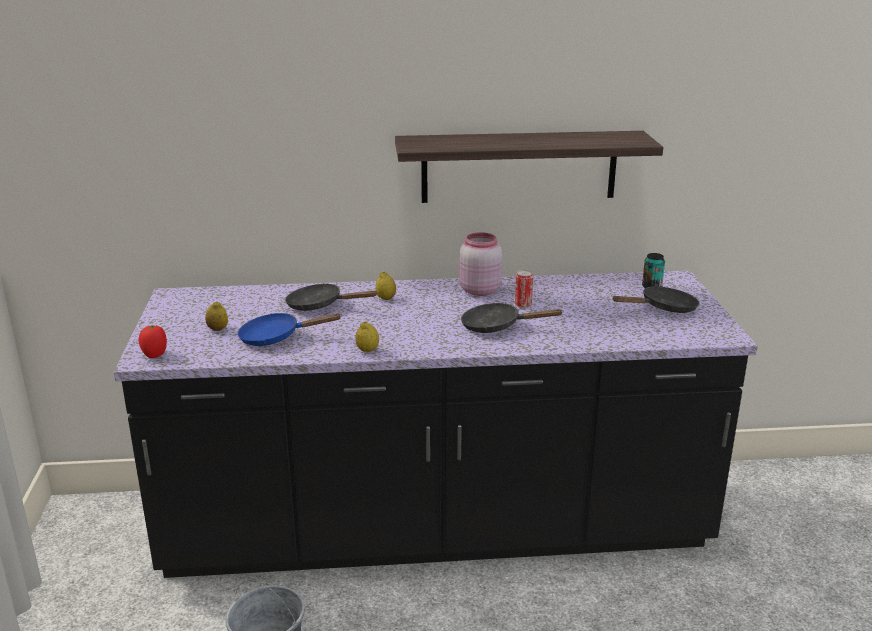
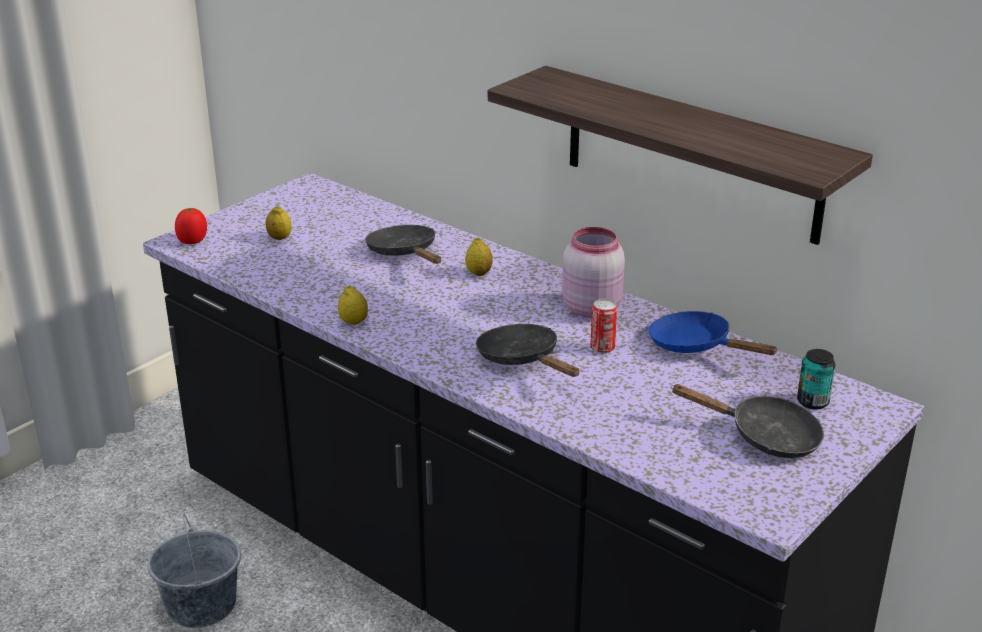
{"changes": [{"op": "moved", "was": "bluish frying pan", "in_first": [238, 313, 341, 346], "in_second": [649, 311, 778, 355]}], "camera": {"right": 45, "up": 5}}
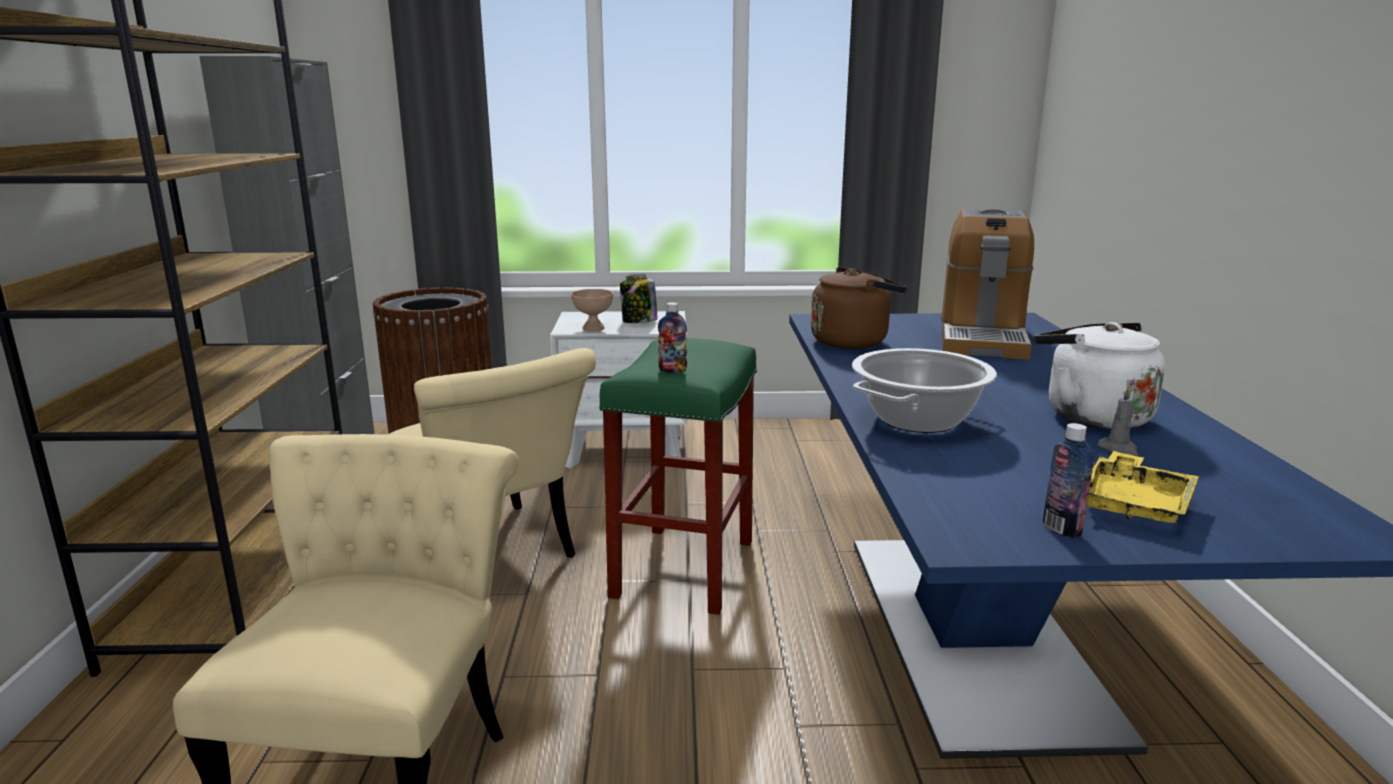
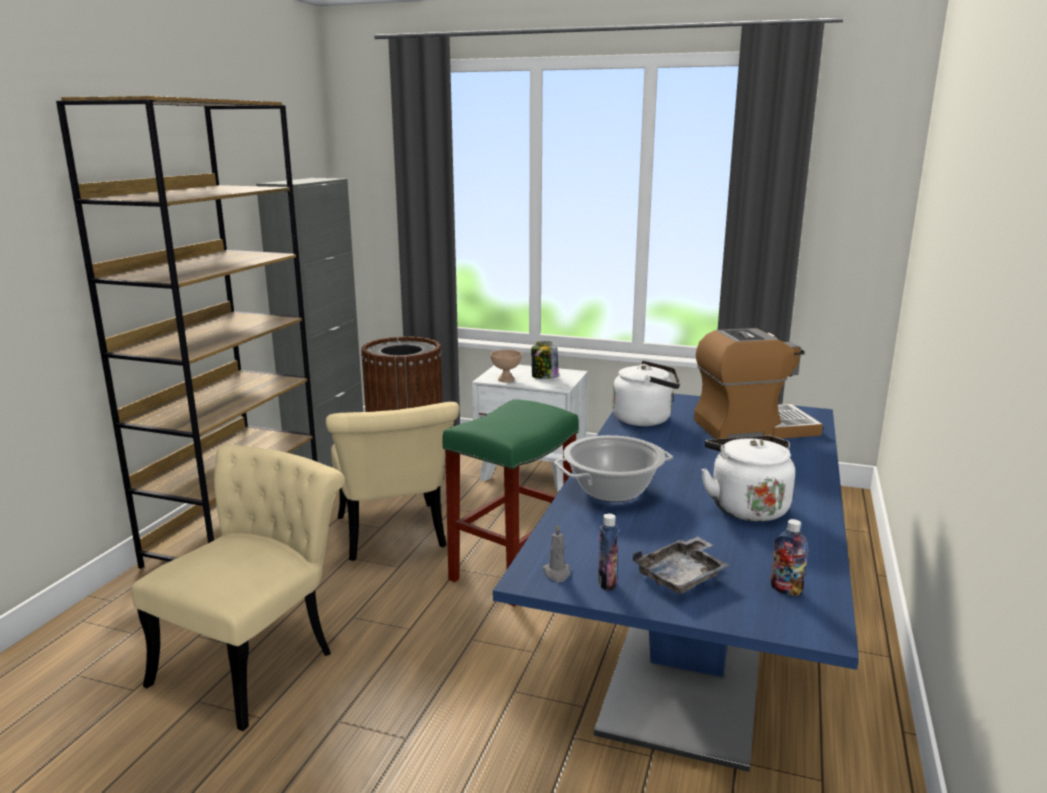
{"changes": [{"op": "moved", "was": "bottle", "in_first": [658, 302, 687, 373], "in_second": [771, 519, 808, 596]}, {"op": "recoloured", "was": "brown-coloured kettle", "now": "whitish kettle", "in_first": [811, 267, 907, 349], "in_second": [612, 361, 680, 426]}, {"op": "turned", "was": "coffee machine", "in_first": [941, 209, 1034, 360], "in_second": [694, 328, 823, 439], "clockwise": -135}, {"op": "recoloured", "was": "yellowish tray", "now": "grey tray", "in_first": [1087, 451, 1199, 523], "in_second": [633, 537, 730, 594]}, {"op": "moved", "was": "grey wax light", "in_first": [1098, 386, 1139, 457], "in_second": [543, 524, 571, 582]}], "camera": {"right": 20, "up": 0}}
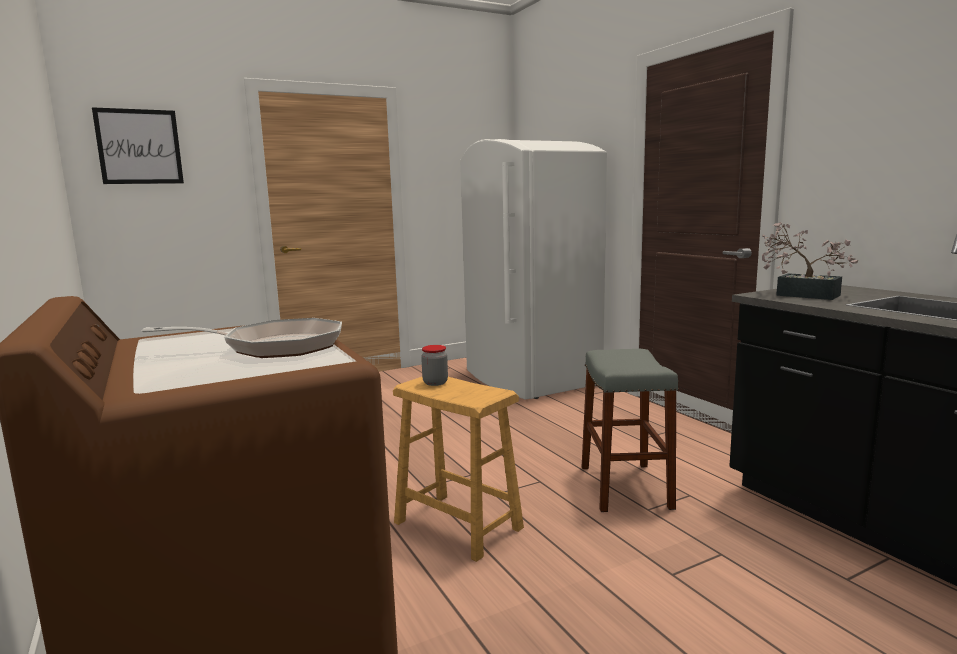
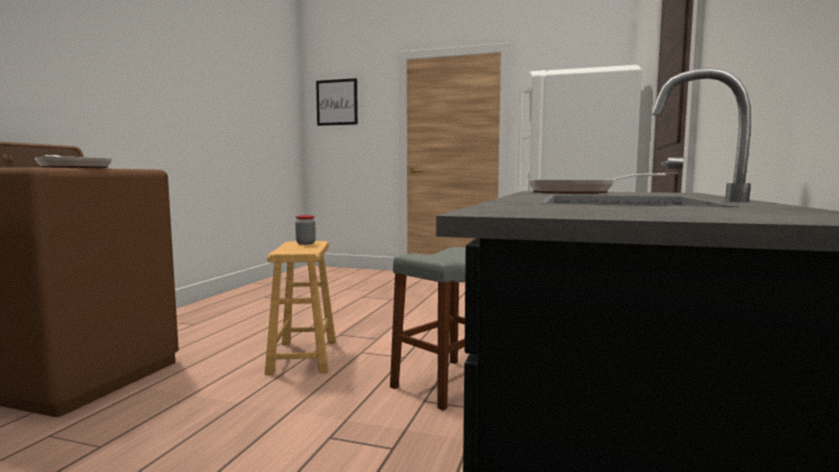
{"changes": [{"op": "replaced", "was": "houseplant", "now": "frying pan", "in_first": [762, 222, 858, 300], "in_second": [527, 173, 666, 194]}], "camera": {"right": 45, "up": -5}}
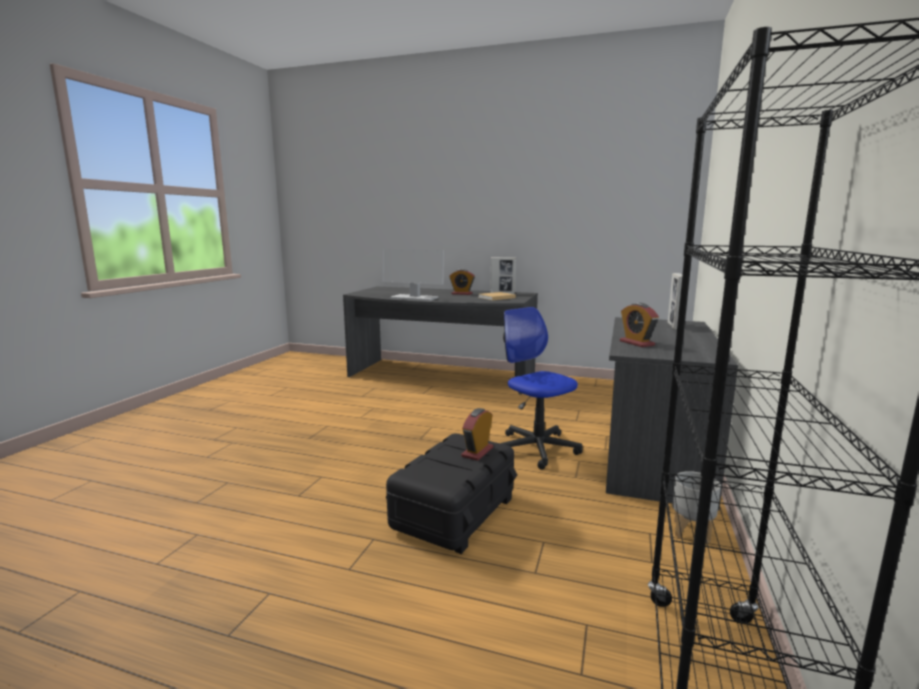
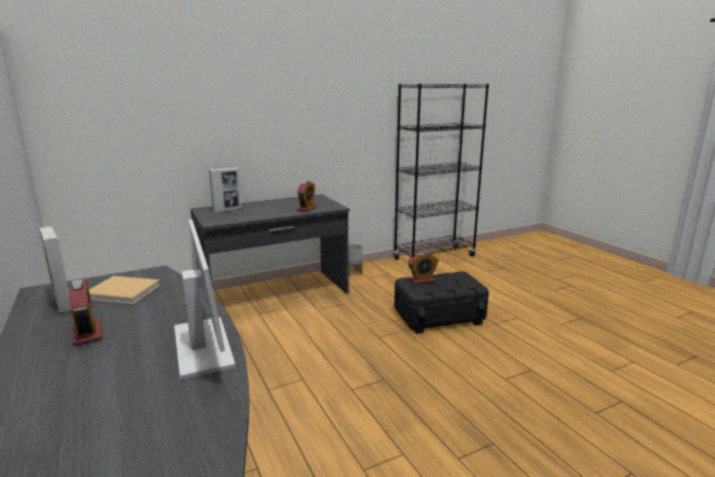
{"changes": [{"op": "removed", "was": "office chair", "in_first": [500, 307, 583, 469]}], "camera": {"right": -135, "up": 5}}
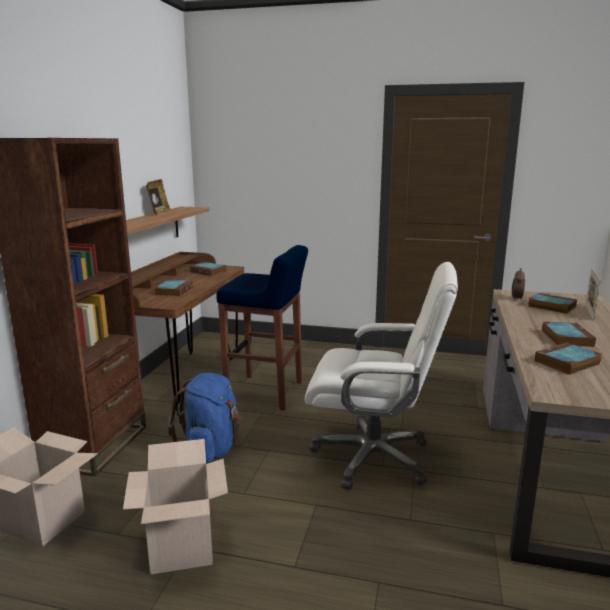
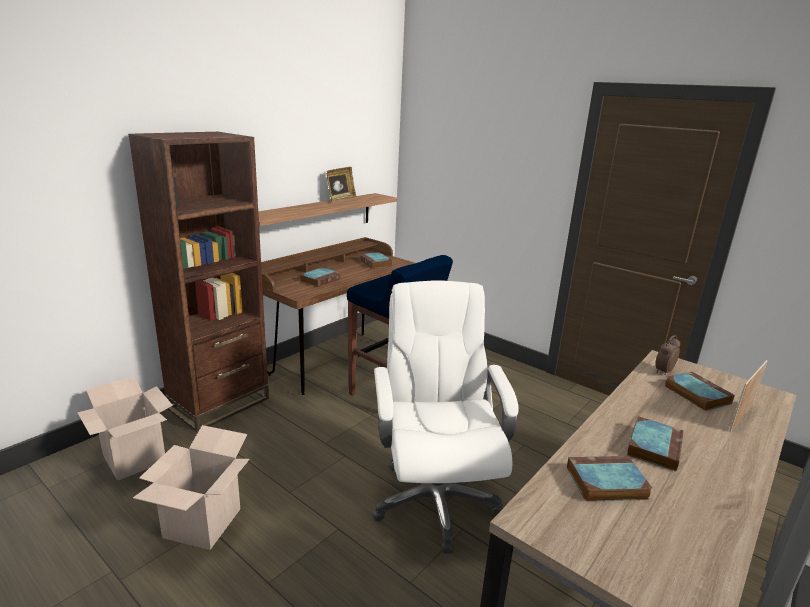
{"changes": [{"op": "removed", "was": "bluish backpack", "in_first": [168, 373, 243, 463]}, {"op": "turned", "was": "whitish office chair", "in_first": [305, 262, 458, 490], "in_second": [372, 280, 519, 554], "clockwise": -135}], "camera": {"right": 25, "up": 5}}
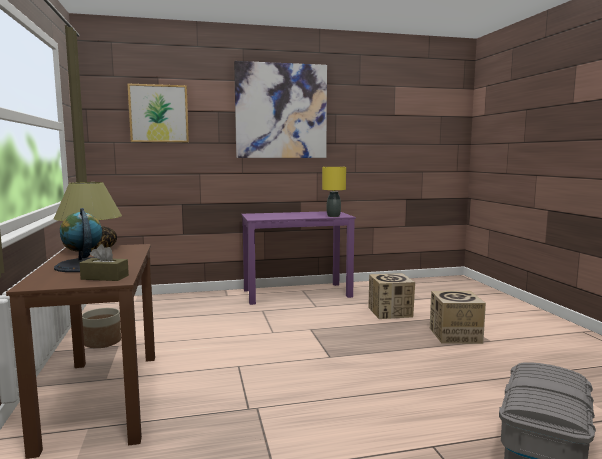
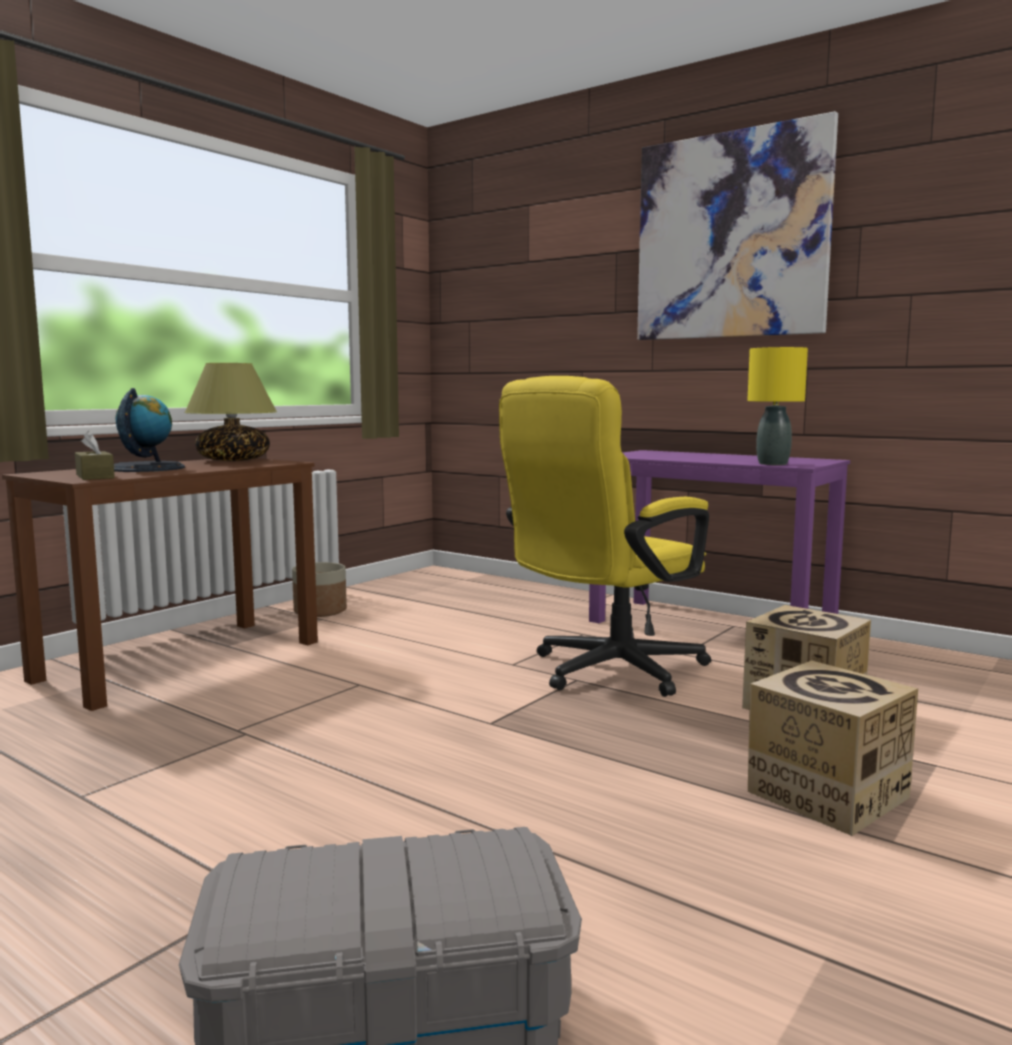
{"changes": [{"op": "removed", "was": "picture", "in_first": [127, 83, 189, 143]}, {"op": "added", "now": "yellowish office chair", "in_second": [499, 376, 711, 697]}], "camera": {"right": 50, "up": 0}}
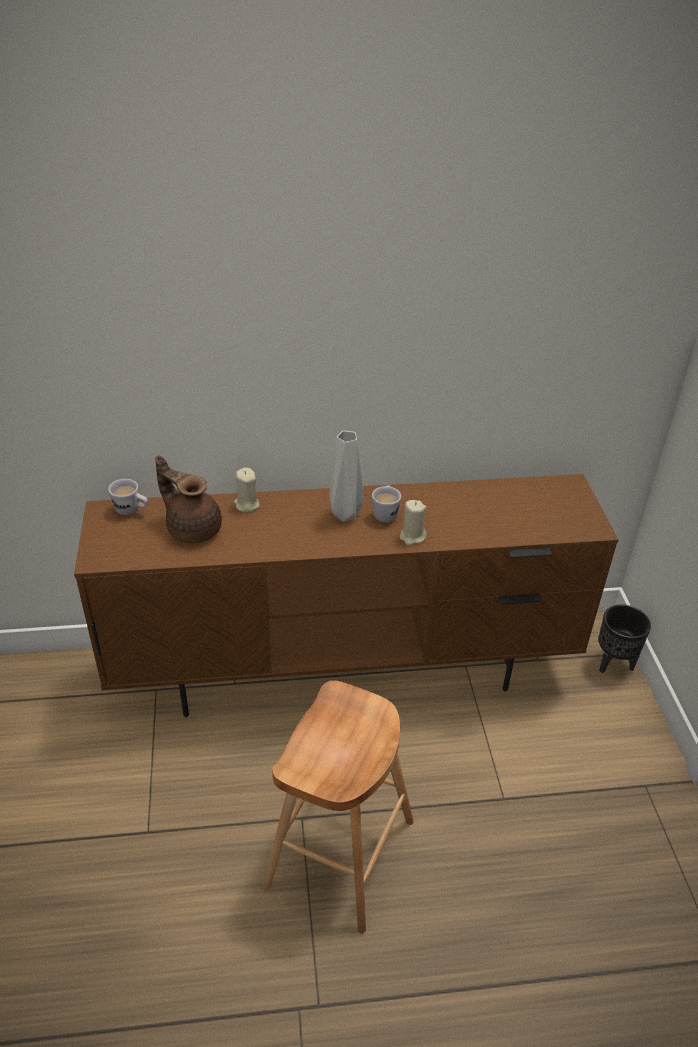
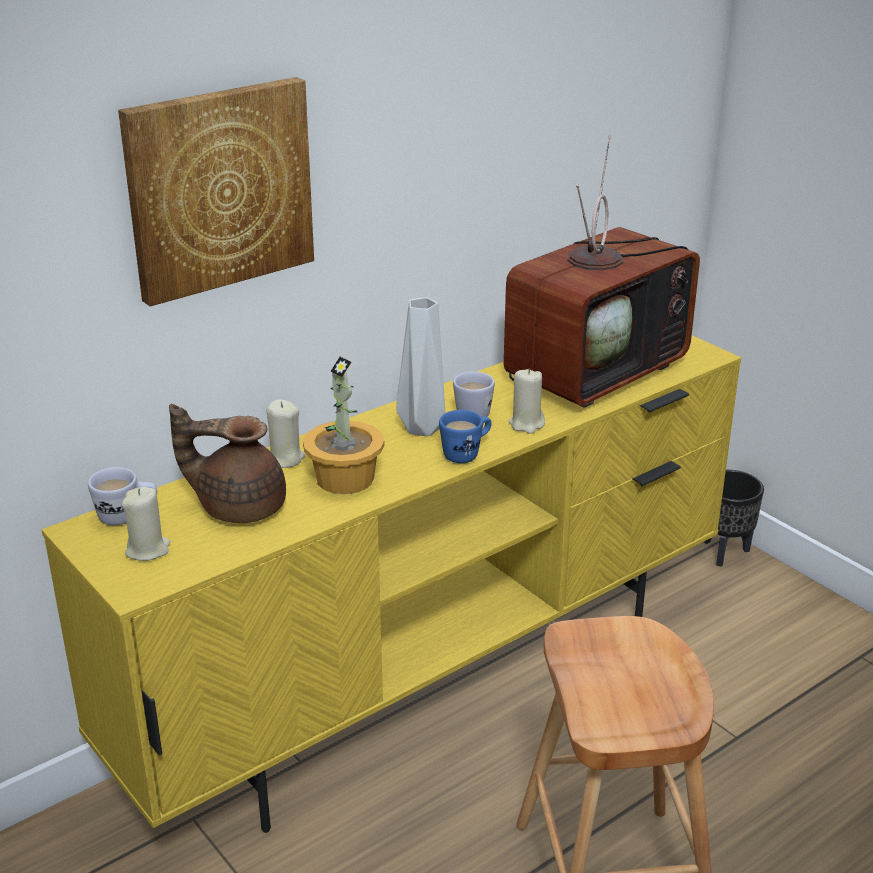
{"changes": [{"op": "recoloured", "was": "brown-coloured tv stand", "now": "yellowish tv stand", "in_first": [74, 474, 618, 717], "in_second": [42, 335, 741, 833]}, {"op": "added", "now": "picture", "in_second": [118, 77, 314, 306]}, {"op": "added", "now": "beige wax light", "in_second": [122, 487, 170, 561]}, {"op": "added", "now": "houseplant", "in_second": [303, 357, 384, 494]}, {"op": "added", "now": "bluish mug", "in_second": [439, 410, 492, 463]}, {"op": "added", "now": "TV", "in_second": [504, 136, 700, 408]}], "camera": {"right": -30, "up": -10}}
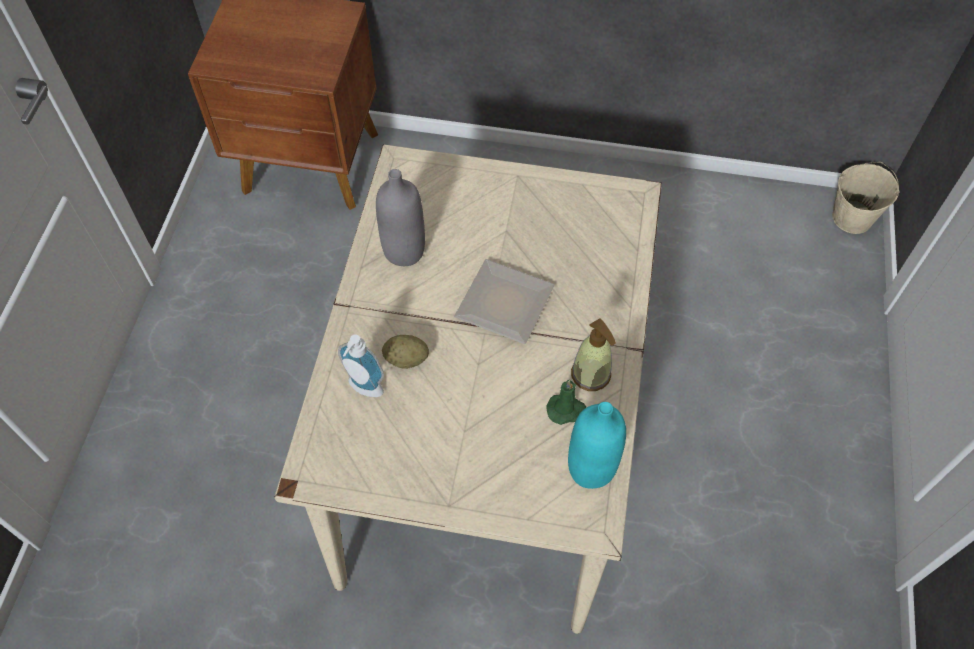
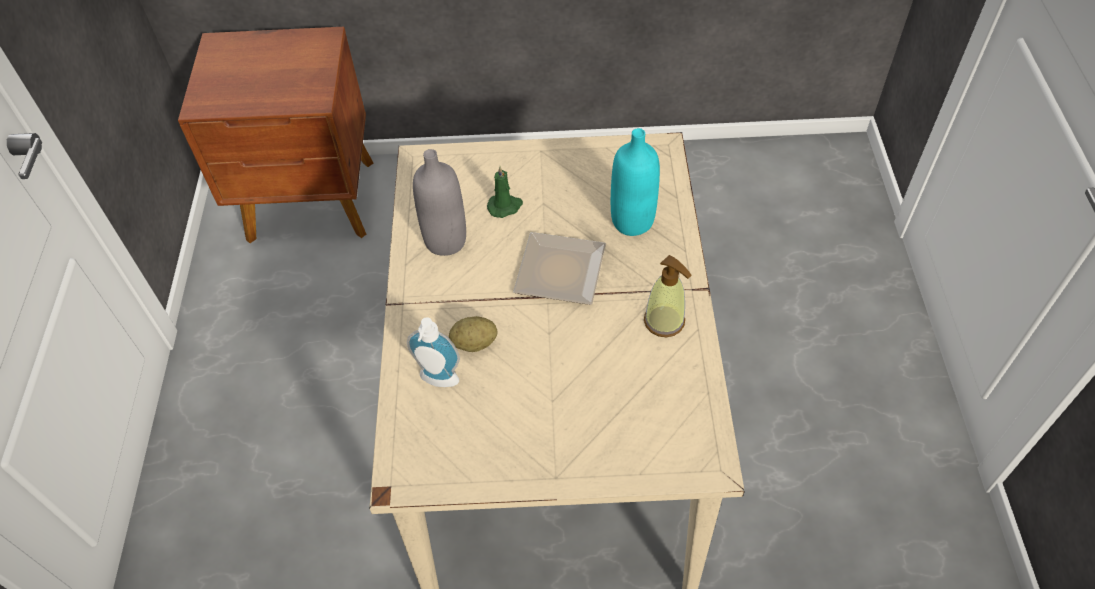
{"changes": [{"op": "moved", "was": "green wax light", "in_first": [546, 379, 586, 425], "in_second": [487, 166, 523, 218]}, {"op": "moved", "was": "turquoise bottle", "in_first": [568, 402, 626, 489], "in_second": [611, 128, 660, 236]}, {"op": "removed", "was": "beige bucket", "in_first": [832, 162, 900, 234]}], "camera": {"right": -10, "up": -5}}
